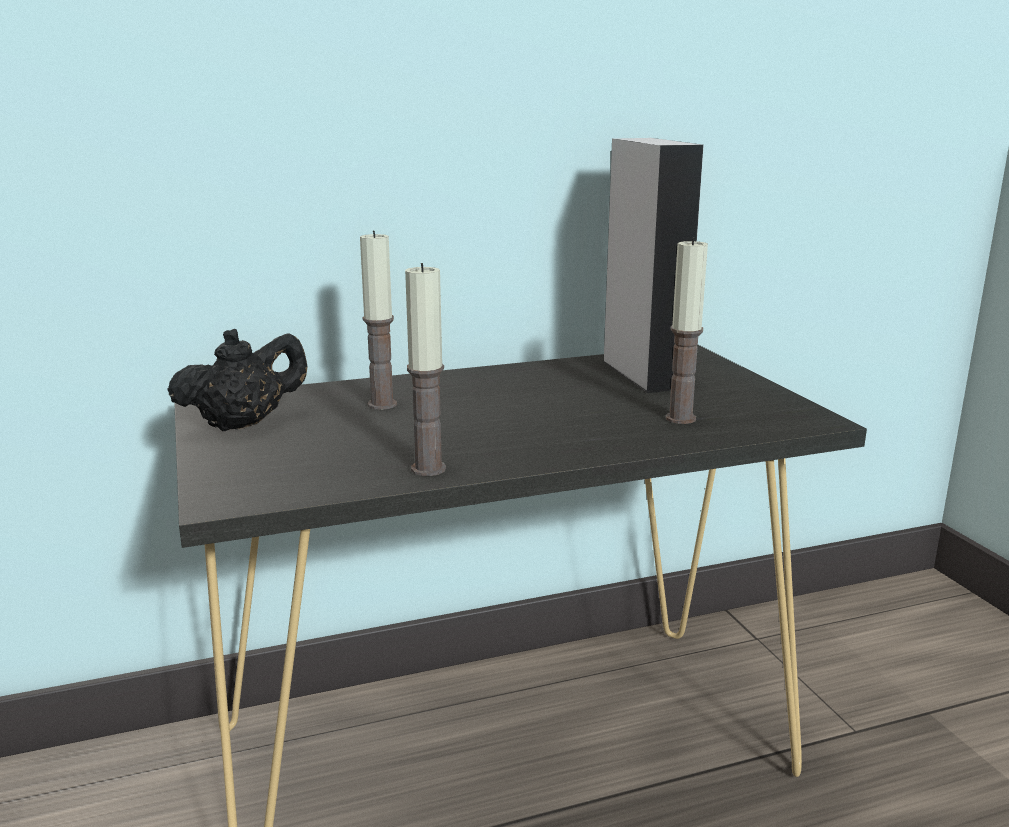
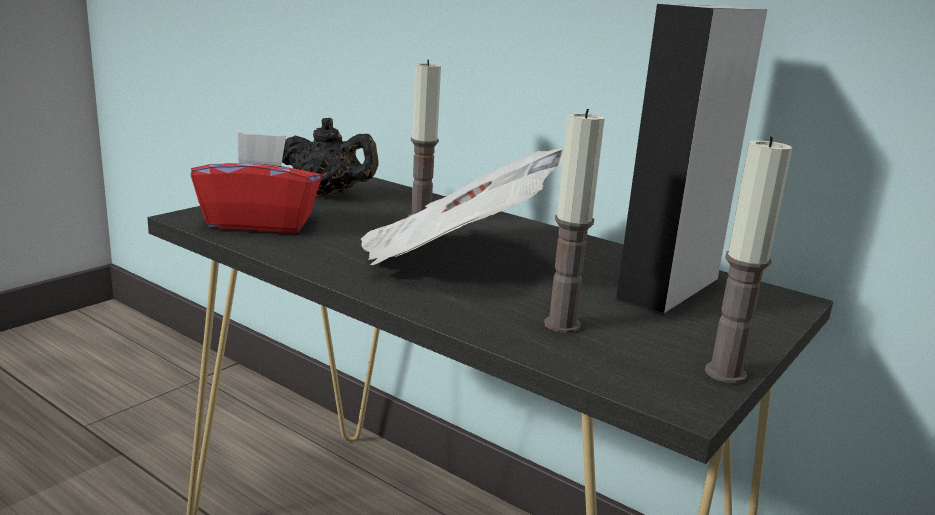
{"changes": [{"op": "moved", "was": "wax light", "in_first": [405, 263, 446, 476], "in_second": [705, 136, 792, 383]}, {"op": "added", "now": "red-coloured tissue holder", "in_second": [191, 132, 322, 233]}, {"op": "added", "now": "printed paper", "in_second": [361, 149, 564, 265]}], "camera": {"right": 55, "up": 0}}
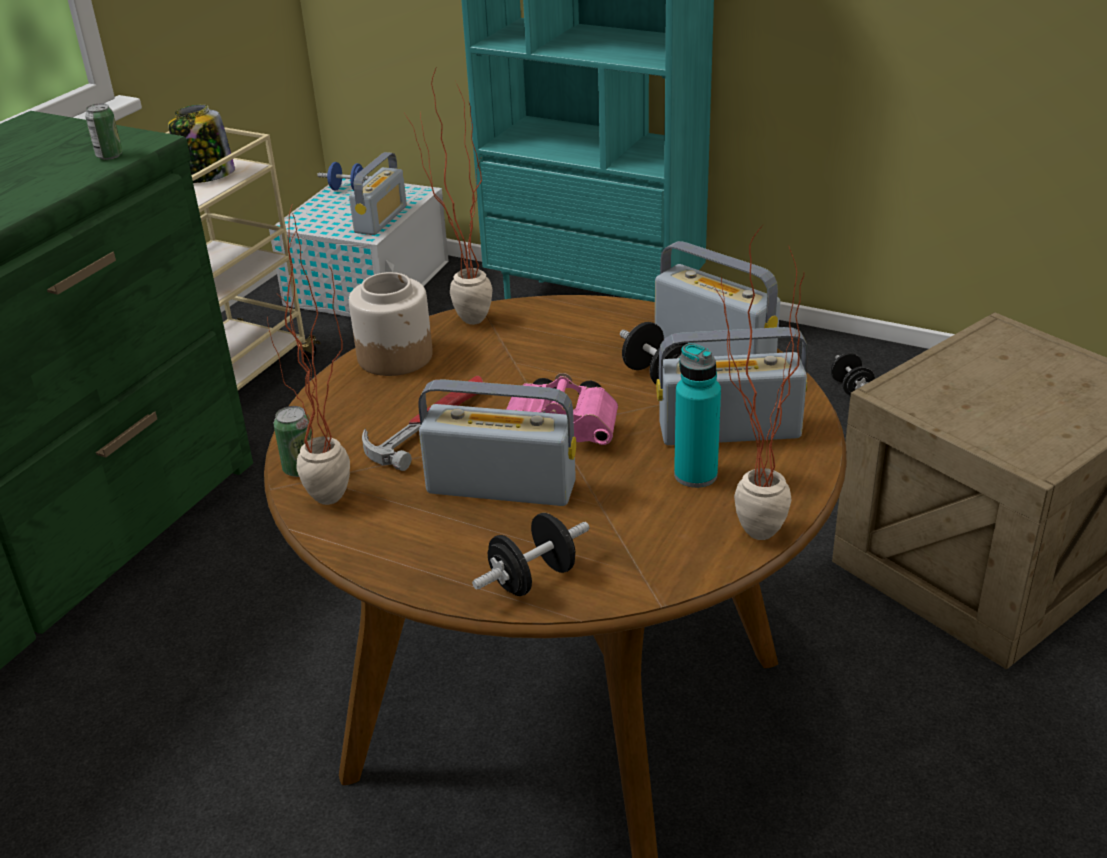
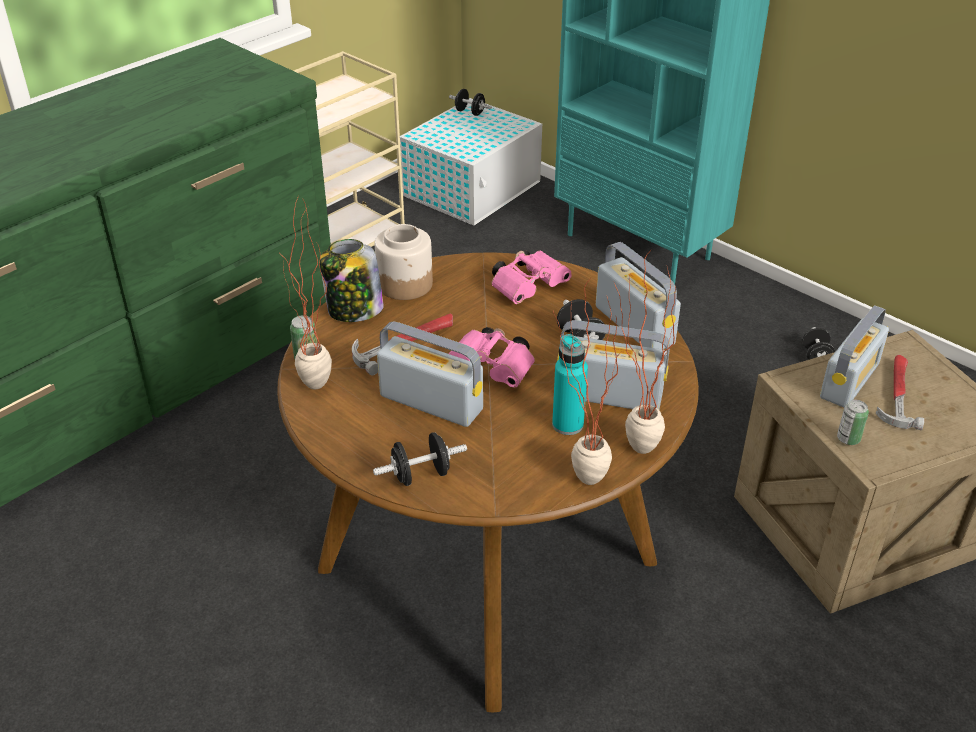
{"changes": [{"op": "moved", "was": "metal can", "in_first": [85, 103, 122, 160], "in_second": [837, 400, 869, 445]}, {"op": "moved", "was": "preserve jar", "in_first": [168, 104, 235, 183], "in_second": [320, 239, 384, 322]}, {"op": "recoloured", "was": "bluish dumbbell", "now": "blackish dumbbell", "in_first": [317, 162, 371, 191], "in_second": [449, 89, 492, 116]}, {"op": "moved", "was": "radio receiver", "in_first": [349, 152, 407, 235], "in_second": [820, 305, 889, 407]}, {"op": "moved", "was": "houseplant", "in_first": [404, 66, 493, 325], "in_second": [614, 249, 677, 454]}, {"op": "added", "now": "pinkish pair of binoculars", "in_second": [491, 251, 572, 304]}, {"op": "added", "now": "tool hammer", "in_second": [876, 355, 924, 430]}], "camera": {"right": 15, "up": 5}}
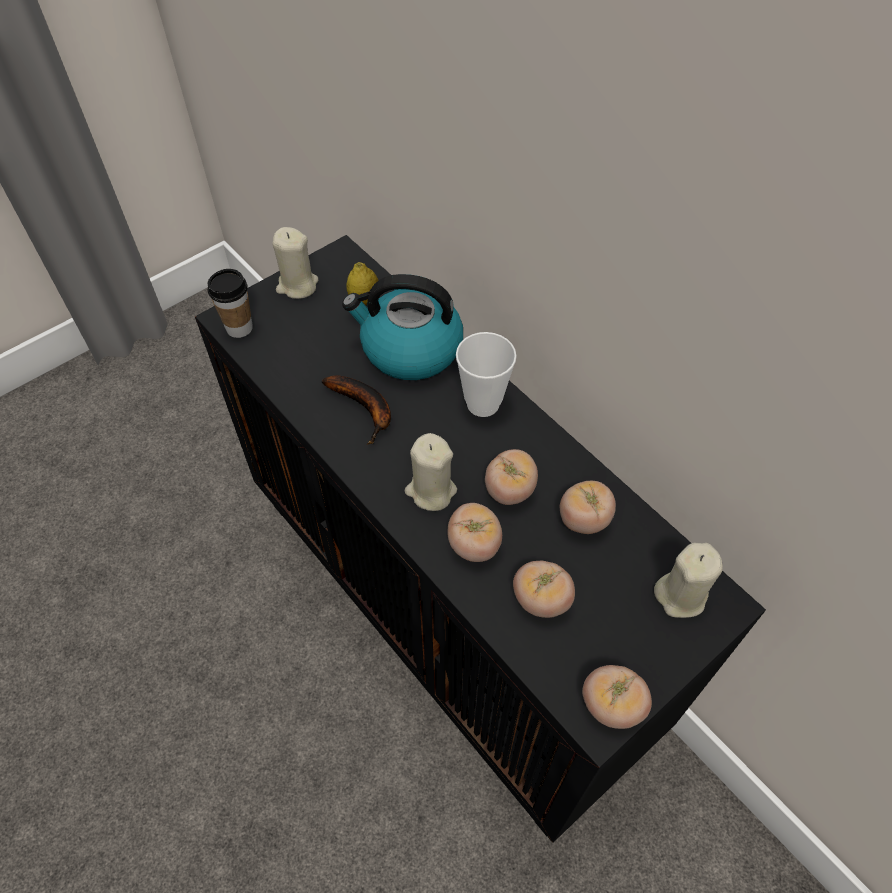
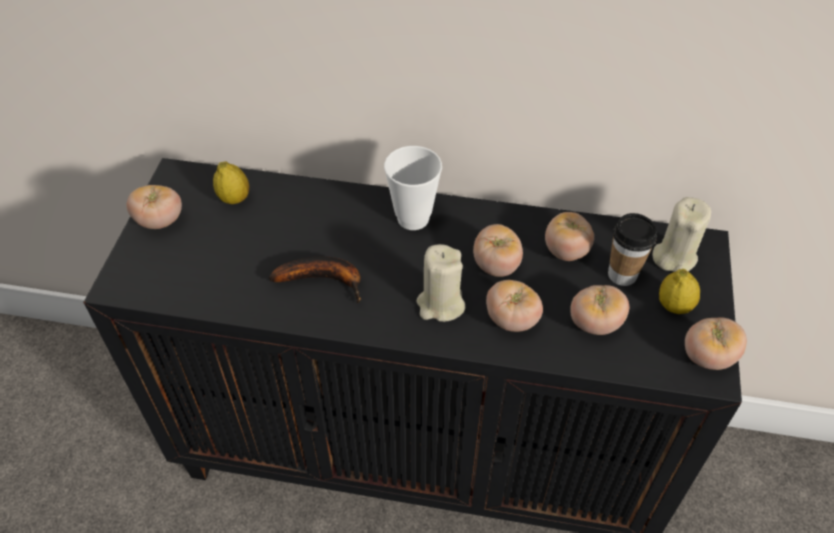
{"changes": [{"op": "moved", "was": "cup", "in_first": [208, 269, 253, 338], "in_second": [608, 213, 657, 286]}, {"op": "replaced", "was": "beige wax light", "now": "tomato", "in_first": [273, 227, 318, 299], "in_second": [126, 185, 182, 229]}, {"op": "removed", "was": "kettle", "in_first": [342, 274, 463, 380]}, {"op": "added", "now": "whole lemon", "in_second": [659, 269, 700, 314]}], "camera": {"right": -40, "up": -5}}
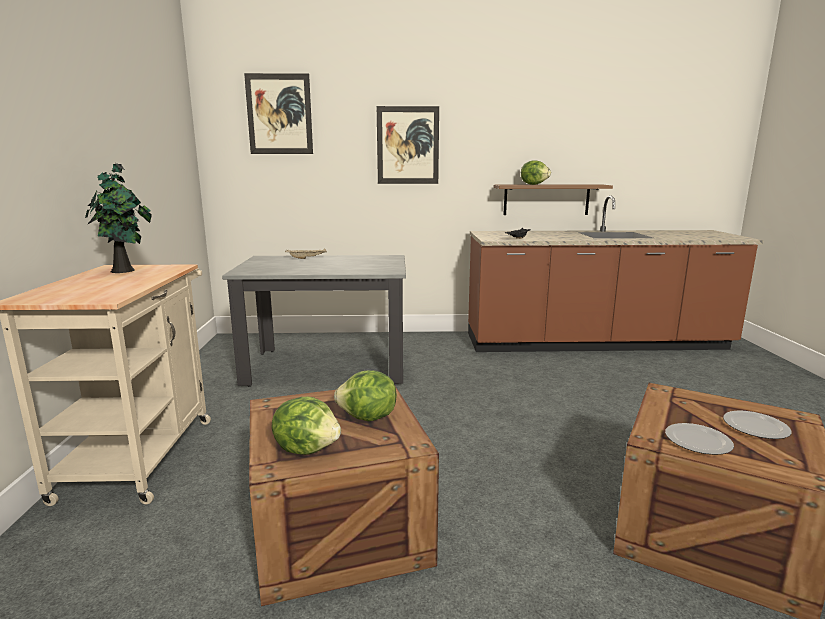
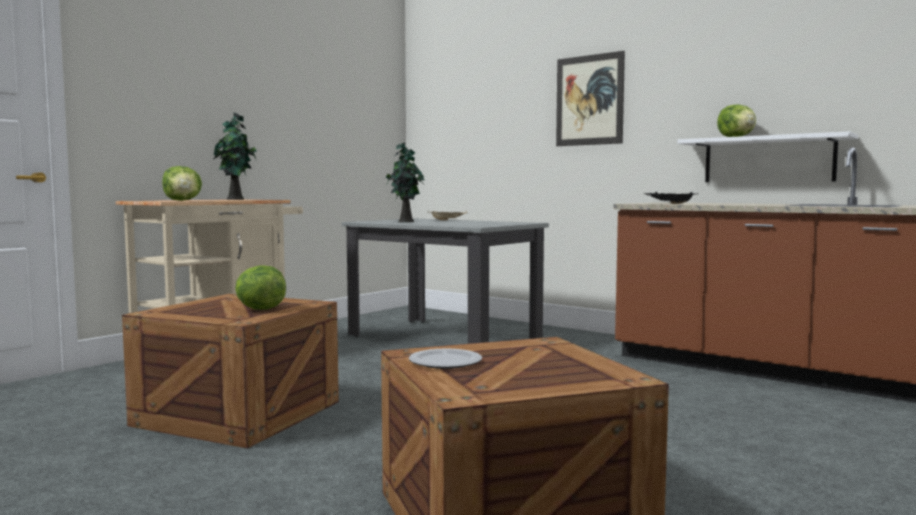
{"changes": [{"op": "removed", "was": "picture", "in_first": [244, 73, 313, 154]}, {"op": "moved", "was": "lettuce", "in_first": [272, 397, 341, 455], "in_second": [162, 166, 202, 201]}, {"op": "recoloured", "was": "brown-coloured shelf", "now": "whitish shelf", "in_first": [494, 184, 613, 215], "in_second": [677, 132, 858, 182]}, {"op": "removed", "was": "plate", "in_first": [723, 410, 792, 439]}, {"op": "added", "now": "houseplant", "in_second": [386, 143, 425, 222]}], "camera": {"right": 40, "up": -10}}
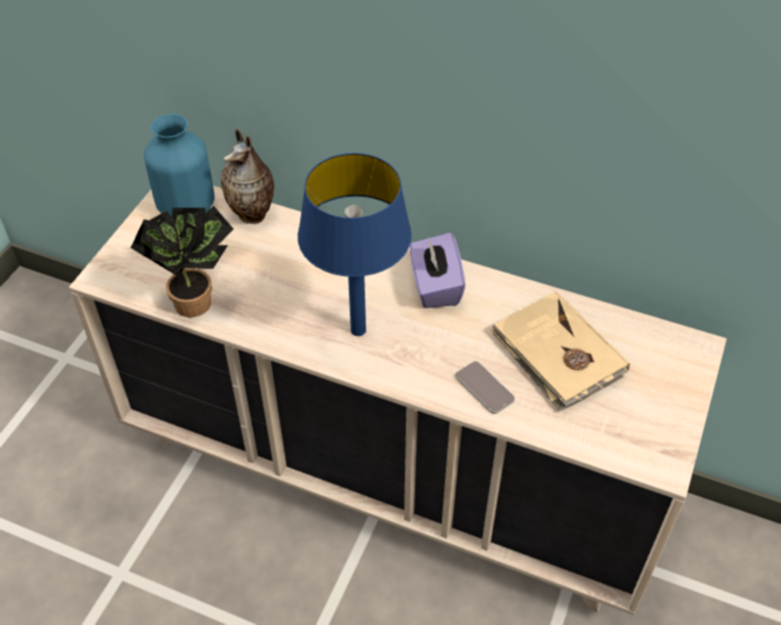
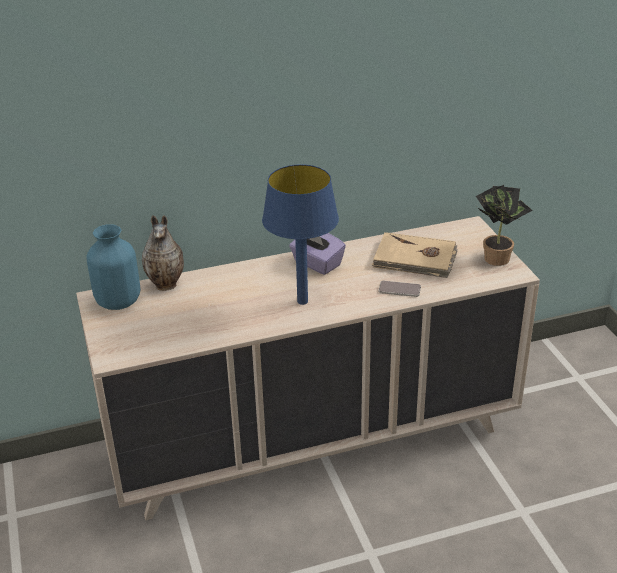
{"changes": [{"op": "moved", "was": "houseplant", "in_first": [131, 205, 233, 318], "in_second": [476, 185, 533, 266]}], "camera": {"right": -40, "up": -15}}
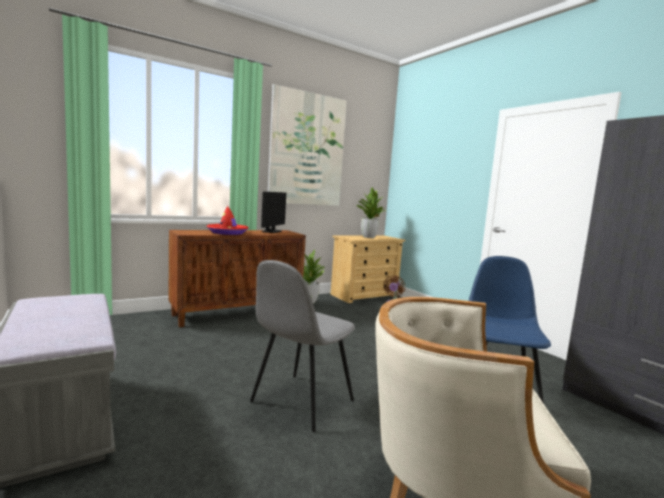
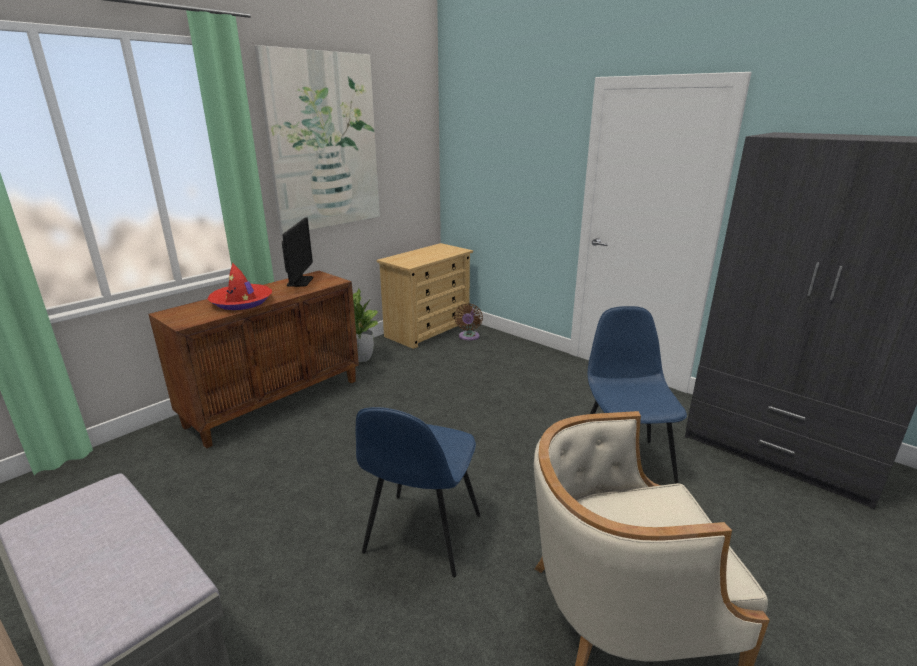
{"changes": [{"op": "recoloured", "was": "grey plain chair", "now": "bluish plain chair", "in_first": [250, 260, 355, 432], "in_second": [356, 407, 480, 577]}, {"op": "removed", "was": "houseplant", "in_first": [357, 187, 386, 238]}], "camera": {"right": -15, "up": 15}}
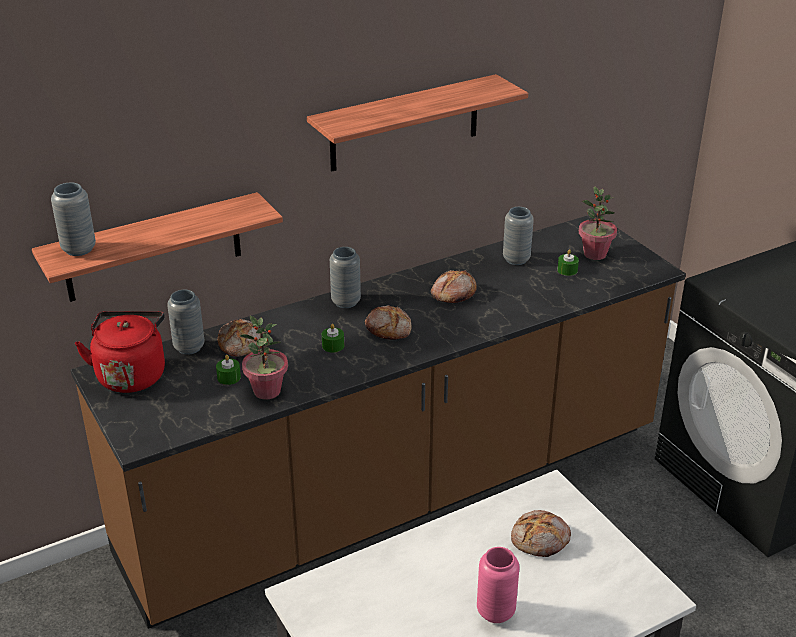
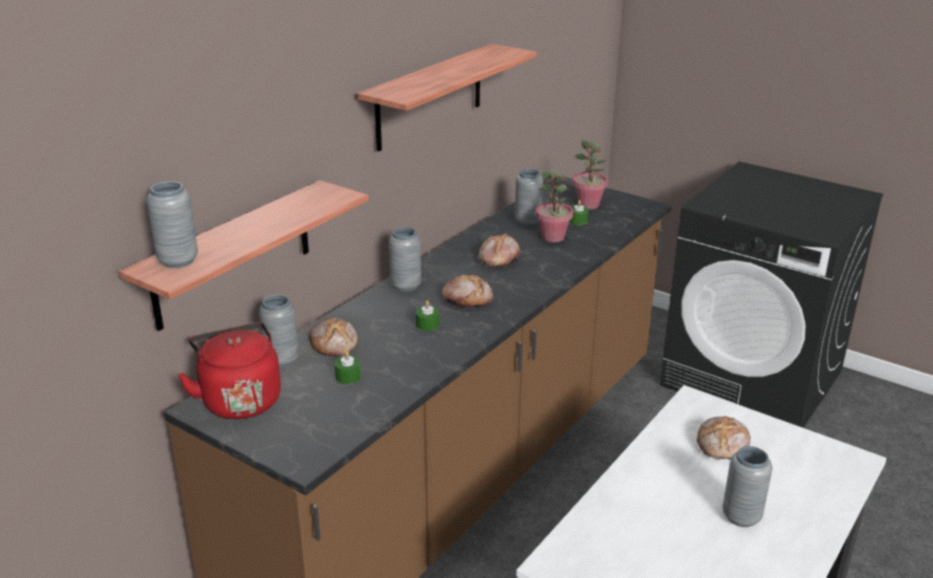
{"changes": [{"op": "moved", "was": "houseplant", "in_first": [239, 316, 288, 400], "in_second": [535, 170, 574, 242]}, {"op": "recoloured", "was": "pinkish vase", "now": "grey vase", "in_first": [477, 547, 520, 623], "in_second": [722, 446, 772, 527]}], "camera": {"right": -25, "up": -5}}
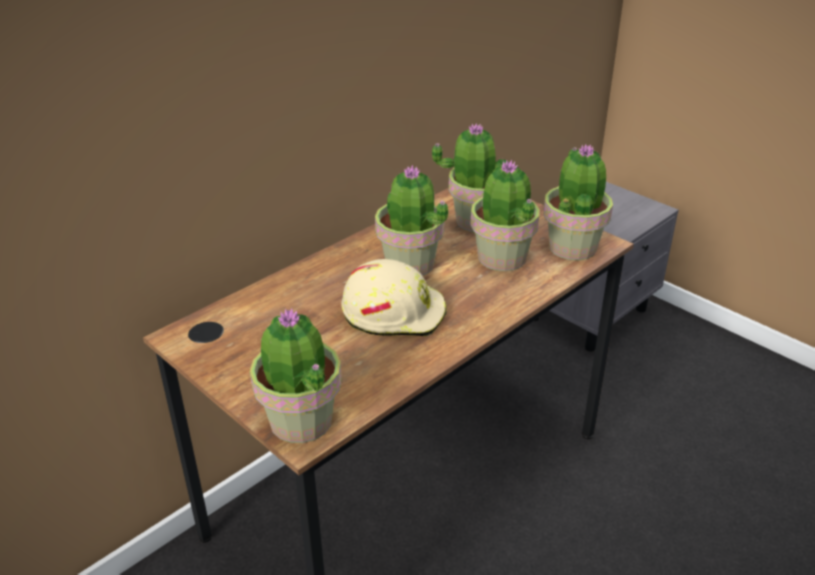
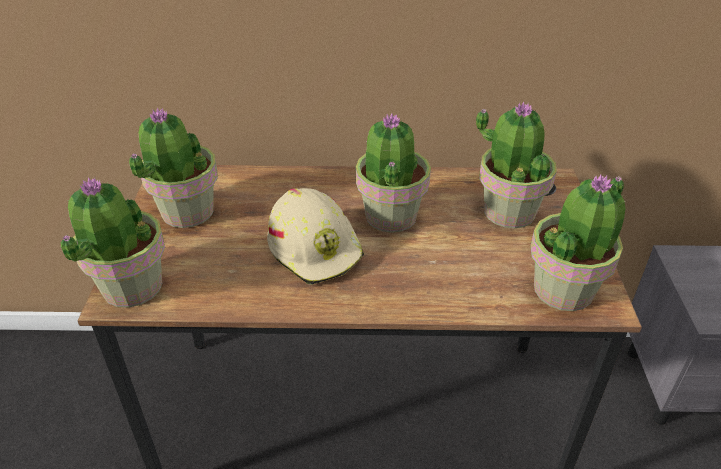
{"changes": [{"op": "moved", "was": "houseplant", "in_first": [470, 160, 540, 271], "in_second": [129, 108, 218, 228]}], "camera": {"right": 45, "up": 5}}
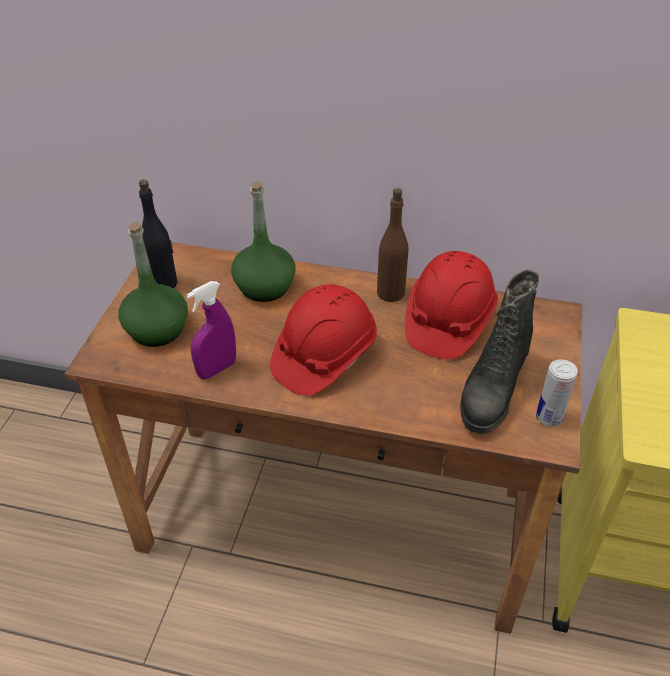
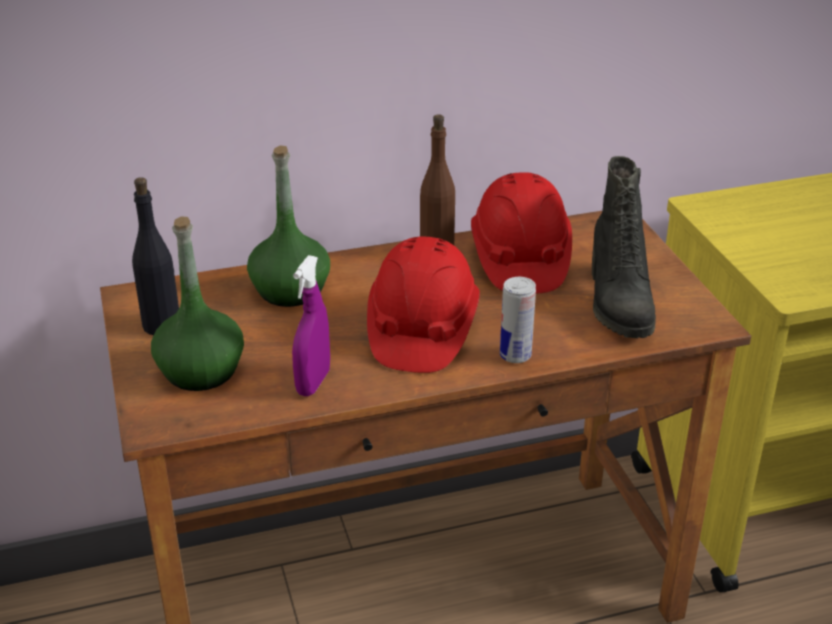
{"changes": [{"op": "moved", "was": "metal can", "in_first": [536, 359, 578, 427], "in_second": [500, 277, 536, 363]}], "camera": {"right": -30, "up": -10}}
